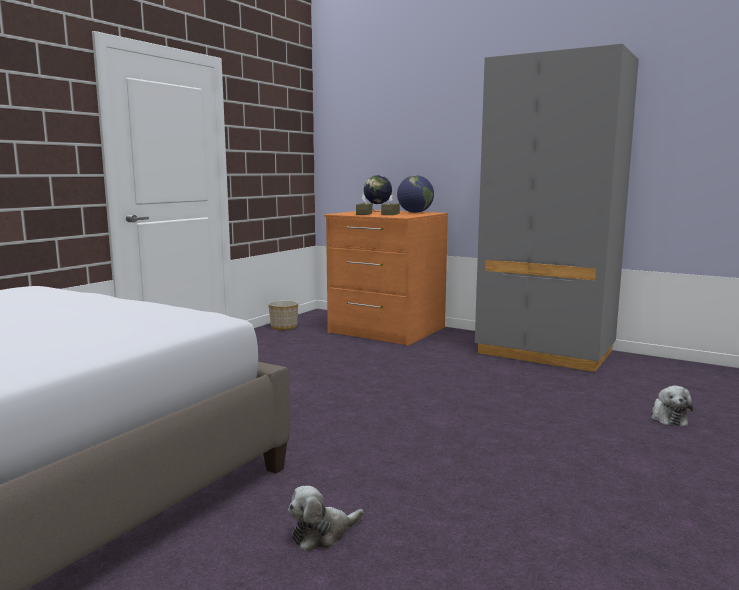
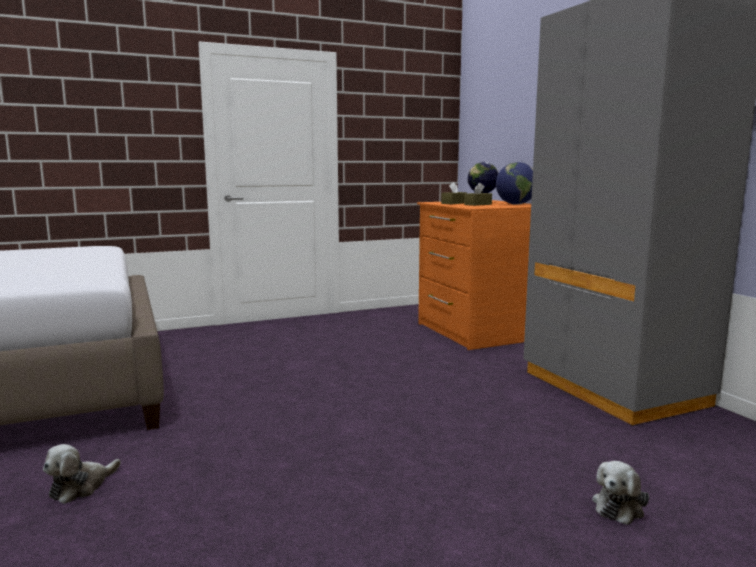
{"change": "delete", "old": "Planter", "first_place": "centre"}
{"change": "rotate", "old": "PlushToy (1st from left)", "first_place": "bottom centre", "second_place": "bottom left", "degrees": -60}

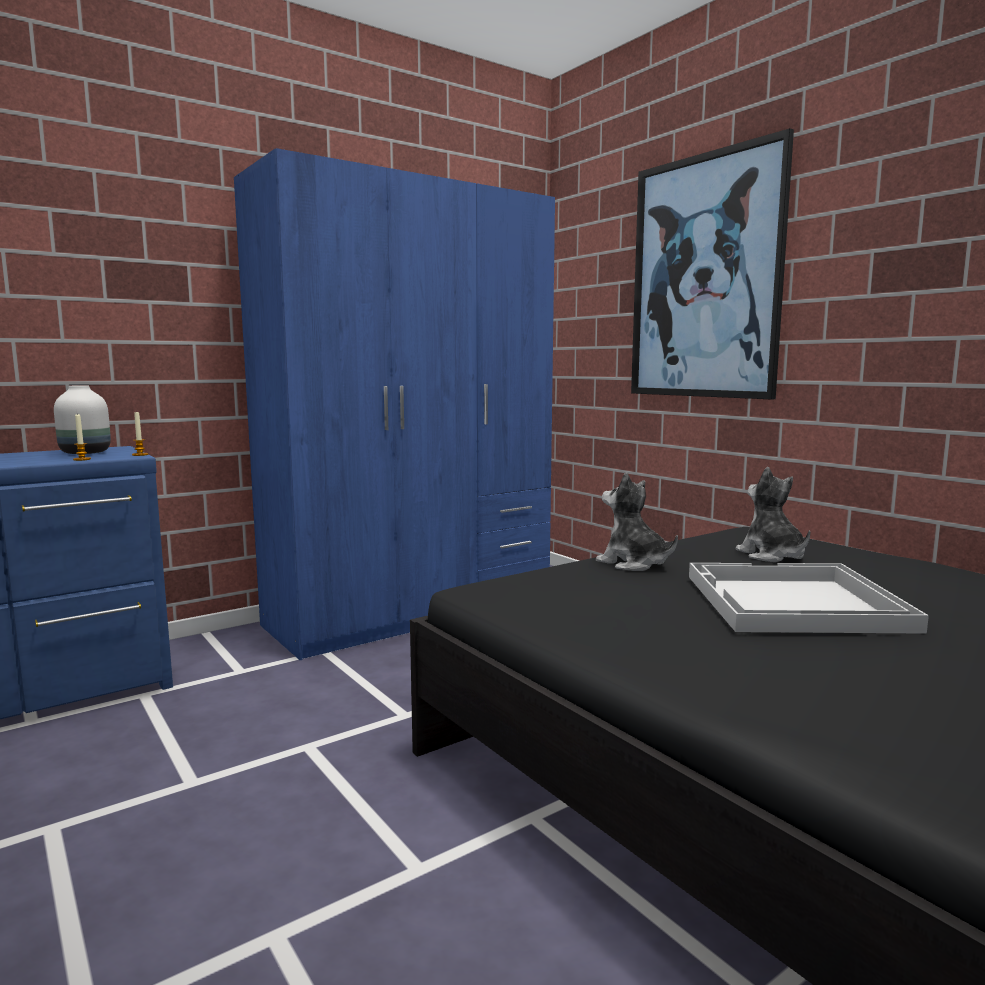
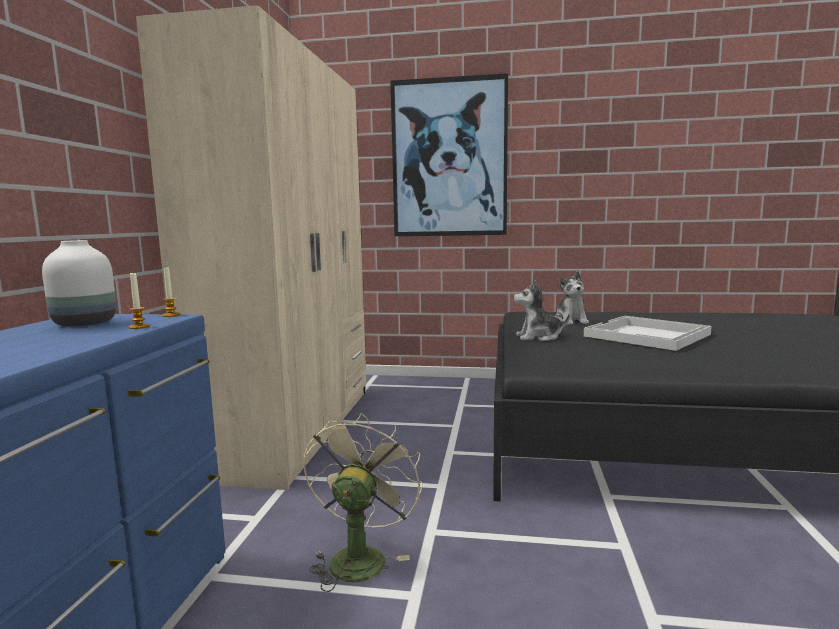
{"change": "recolor", "old": "BlueWardrobe", "new": "BeigeWardrobe", "first_place": "centre", "second_place": "middle left"}
{"change": "rotate", "old": "PlushToy (2nd from left)", "first_place": "middle right", "second_place": "middle right", "degrees": -120}
{"change": "insert", "new": "BeigeFan", "second_place": "bottom centre"}

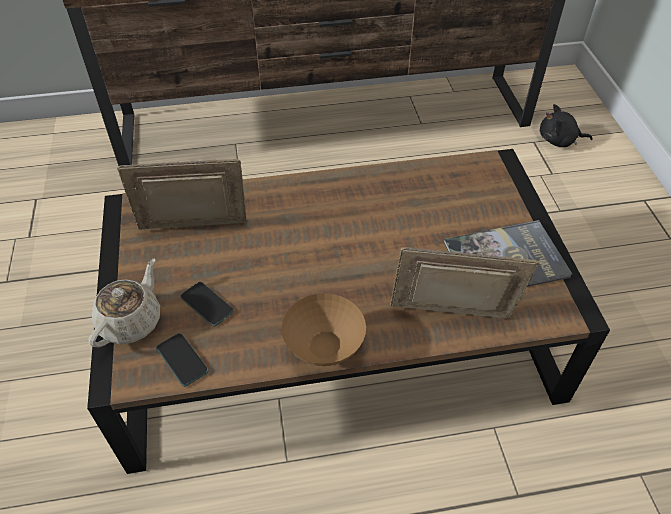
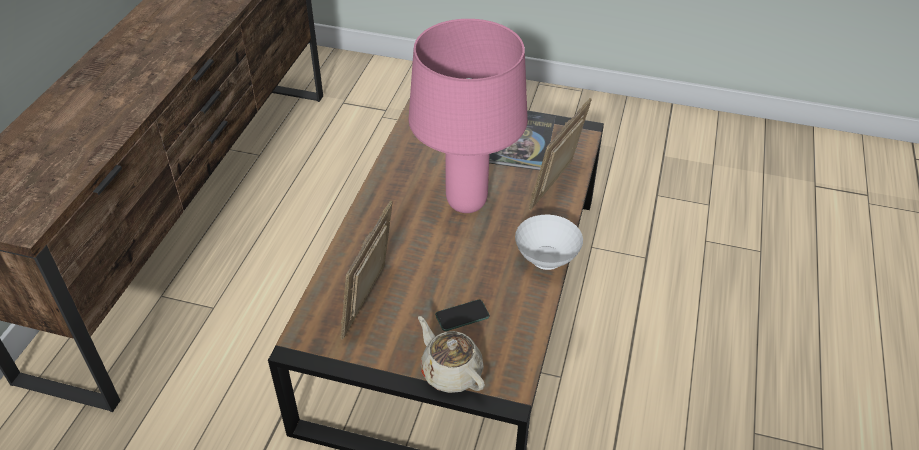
{"change": "delete", "old": "BlackPlushToy", "first_place": "top right"}
{"change": "recolor", "old": "BrownBowl", "new": "WhiteBowl", "first_place": "centre", "second_place": "centre"}
{"change": "delete", "old": "Phone (1st from left)", "first_place": "bottom left"}
{"change": "insert", "new": "PinkTableLamp", "second_place": "top centre"}

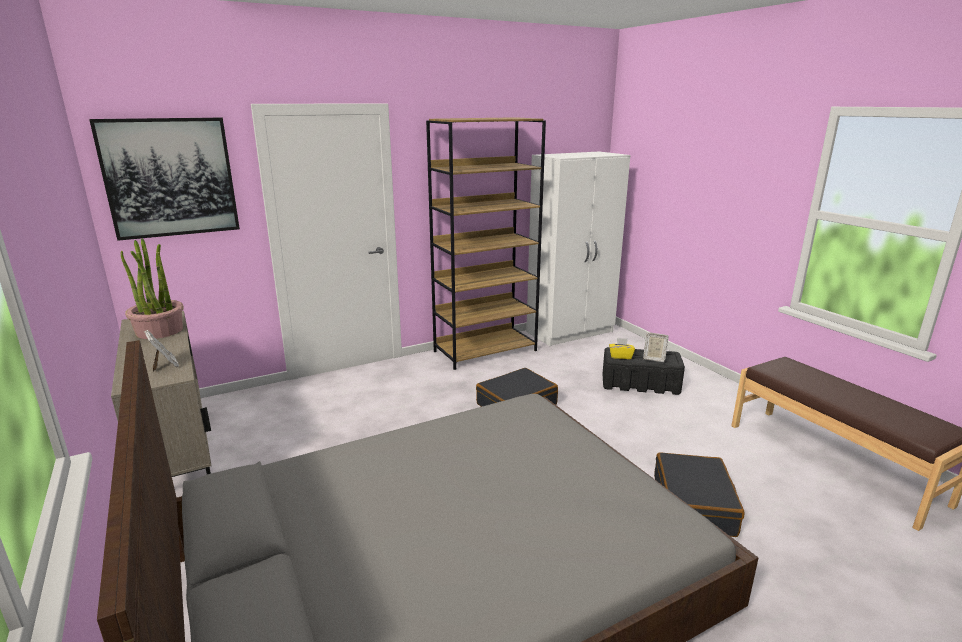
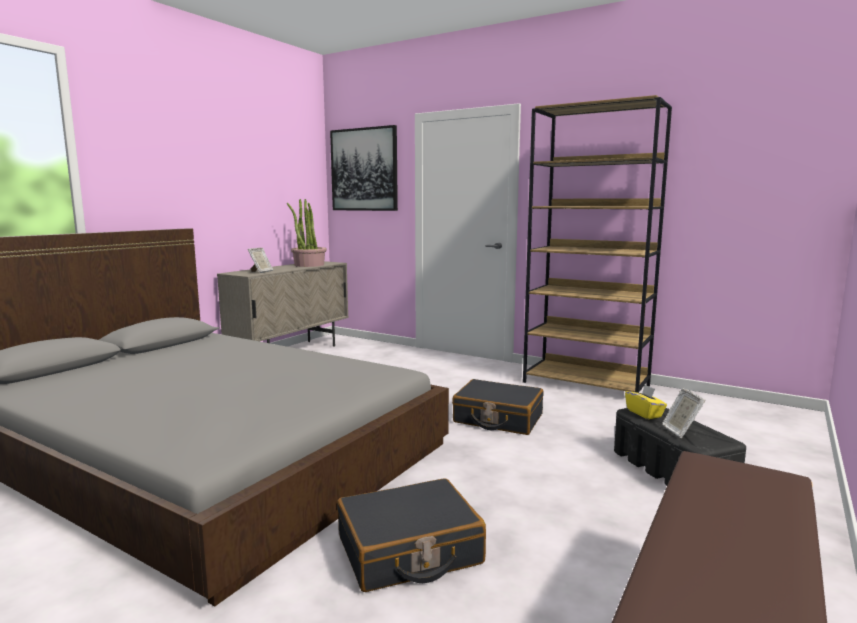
{"change": "delete", "old": "WhiteWardrobe", "first_place": "centre"}

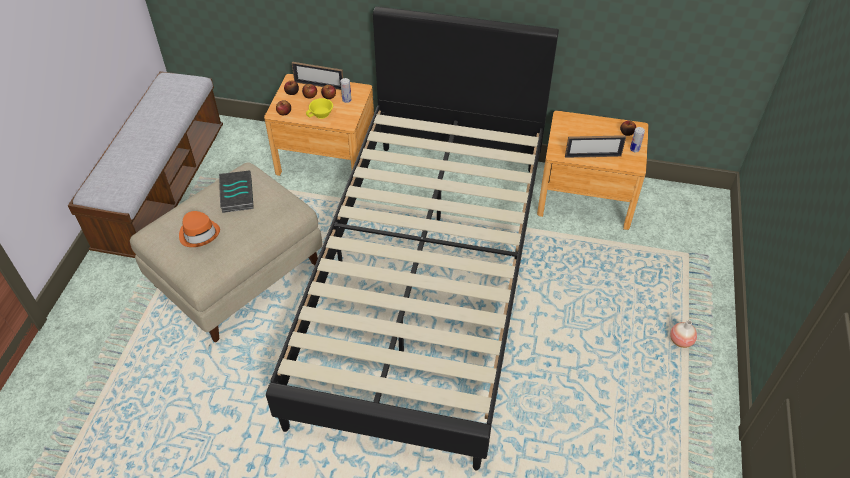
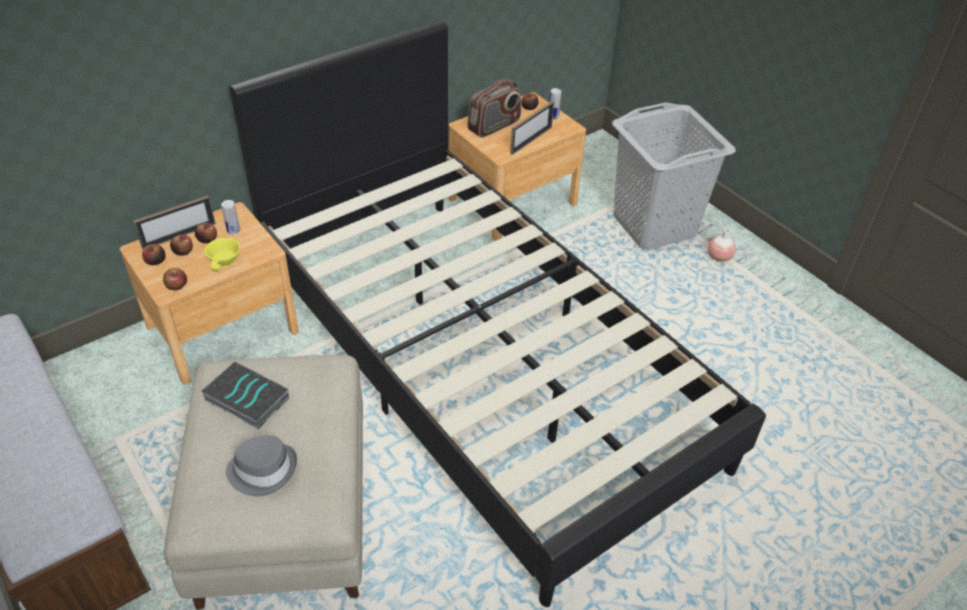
{"change": "recolor", "old": "OrangeHat", "new": "GreyHat", "first_place": "middle left", "second_place": "bottom left"}
{"change": "insert", "new": "Radio", "second_place": "top centre"}
{"change": "insert", "new": "GreyLaundryBasket", "second_place": "top right"}

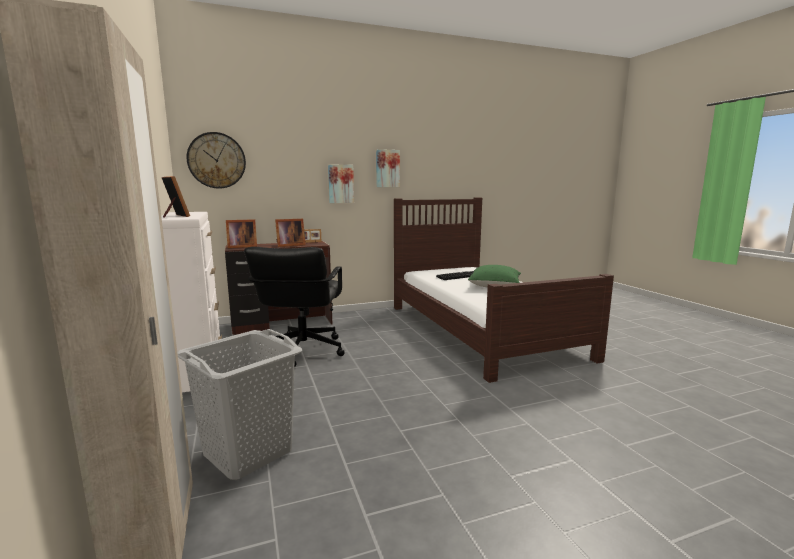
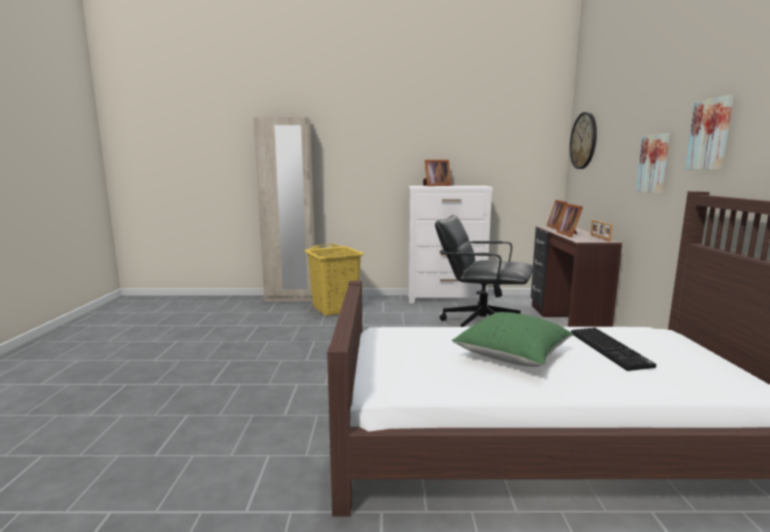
{"change": "recolor", "old": "GreyLaundryBasket", "new": "YellowLaundryBasket", "first_place": "bottom left", "second_place": "centre"}

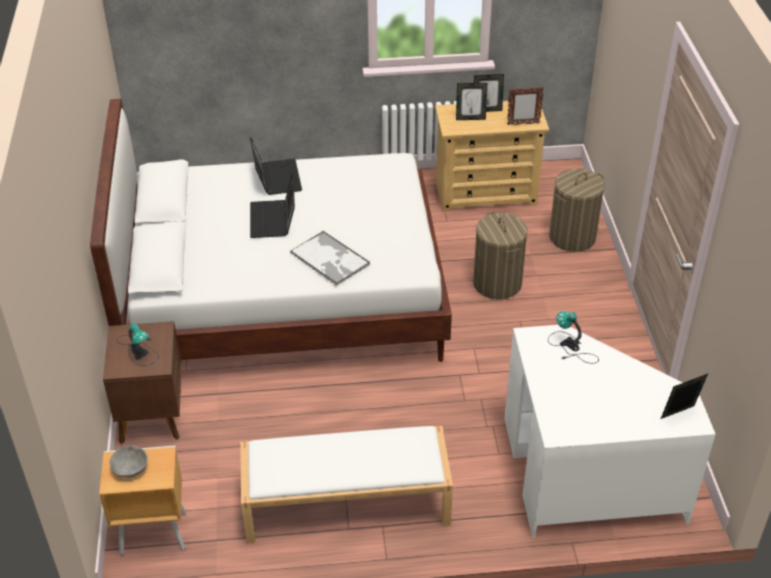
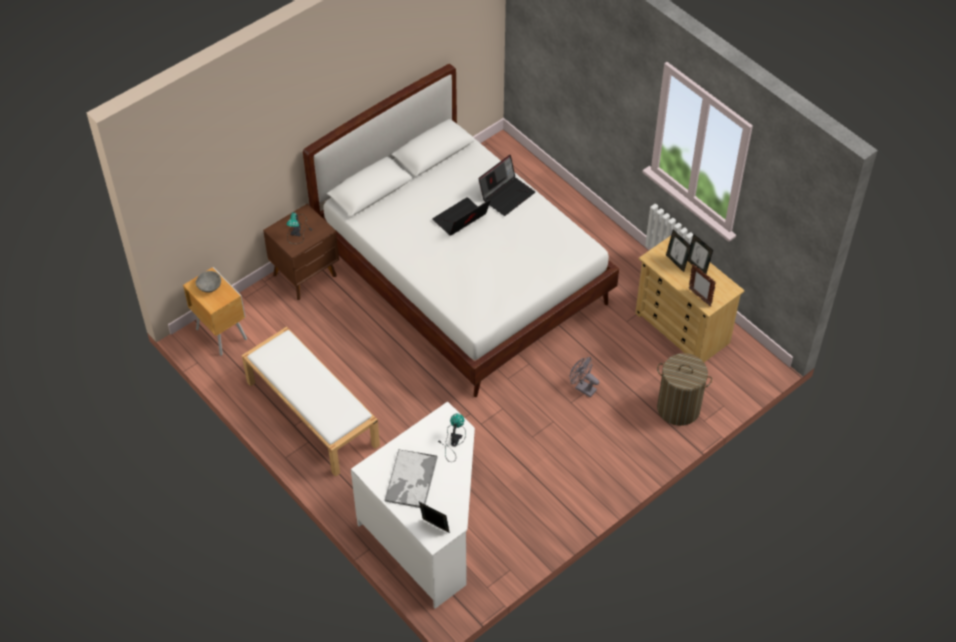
{"change": "replace", "old": "LaundryBasket (1st from left)", "new": "GreyFan", "first_place": "centre", "second_place": "centre"}
{"change": "move", "old": "Tray", "first_place": "centre", "second_place": "bottom centre"}

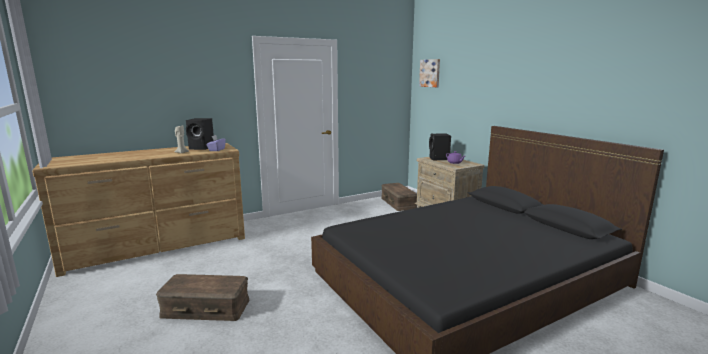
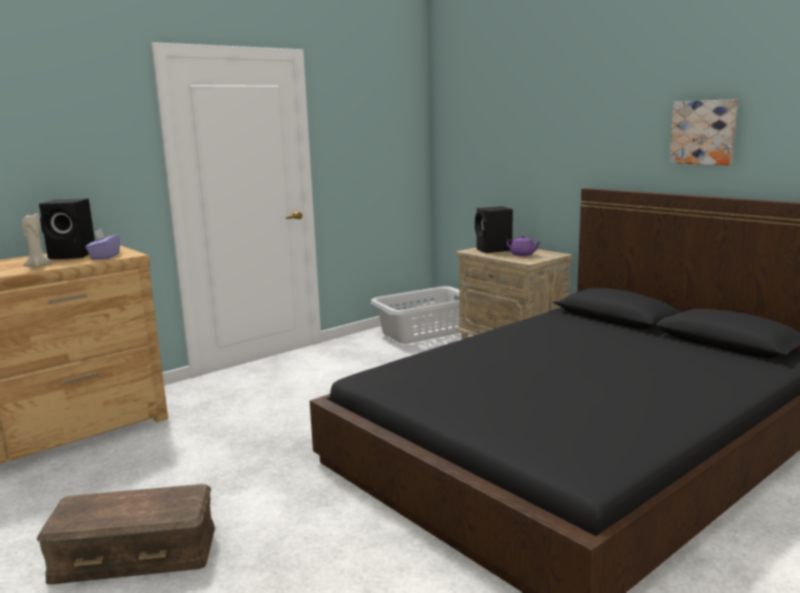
{"change": "move", "old": "Picture", "first_place": "top centre", "second_place": "top right"}
{"change": "replace", "old": "BrownStorageBox (2nd from left)", "new": "GreyLaundryBasket", "first_place": "centre", "second_place": "centre"}

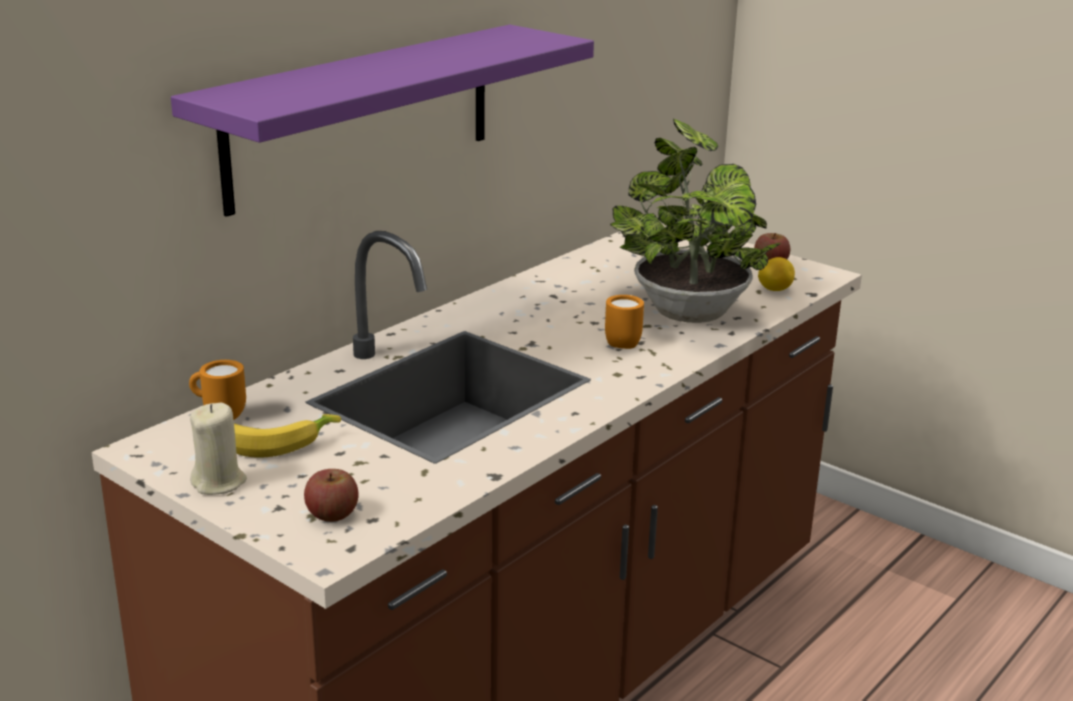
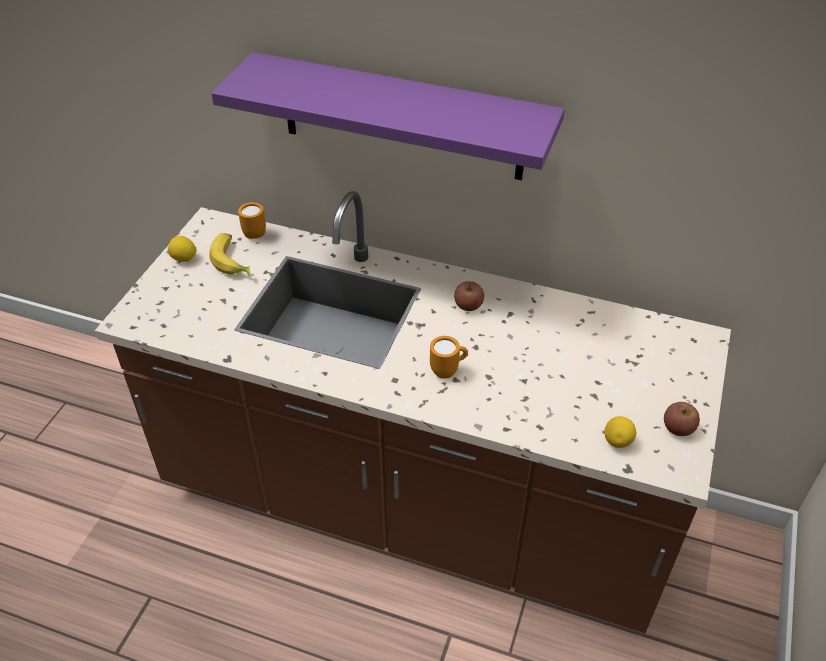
{"change": "delete", "old": "PottedPlant", "first_place": "top centre"}
{"change": "replace", "old": "BeigeCandle", "new": "Lemon (1st from left)", "first_place": "middle left", "second_place": "middle left"}
{"change": "move", "old": "Apple (1st from left)", "first_place": "bottom left", "second_place": "centre"}

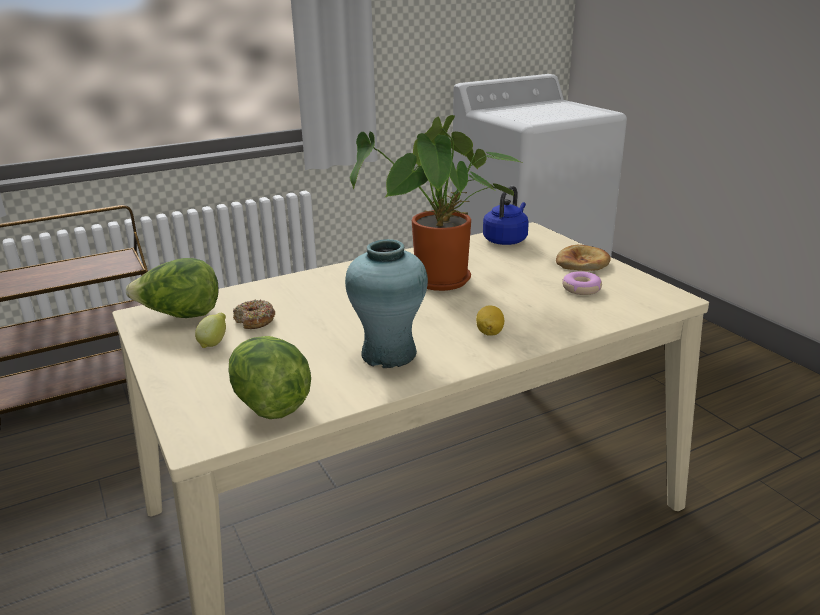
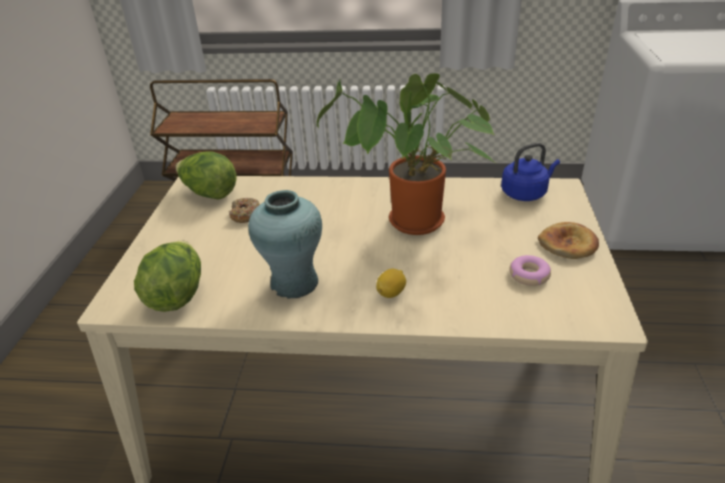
{"change": "delete", "old": "Lemon (1st from left)", "first_place": "middle left"}

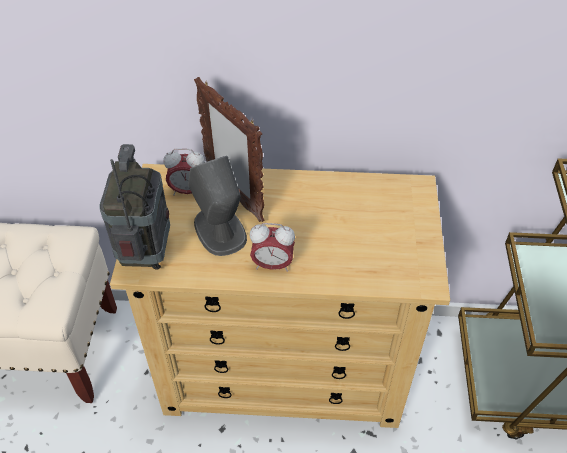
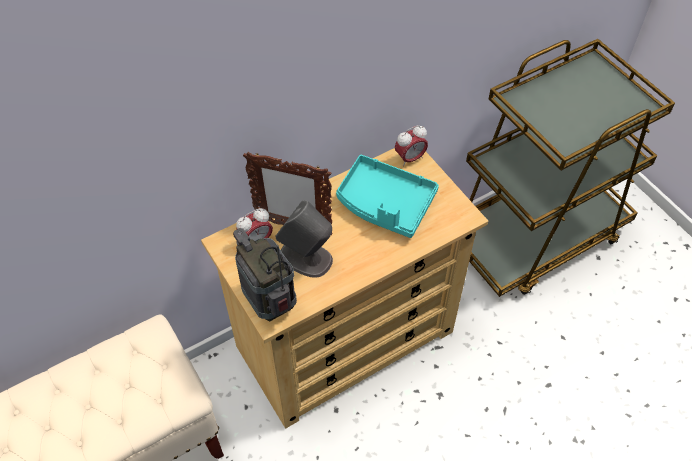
{"change": "move", "old": "AlarmClock (2nd from left)", "first_place": "centre", "second_place": "top centre"}
{"change": "insert", "new": "TurquoiseTray", "second_place": "centre"}

